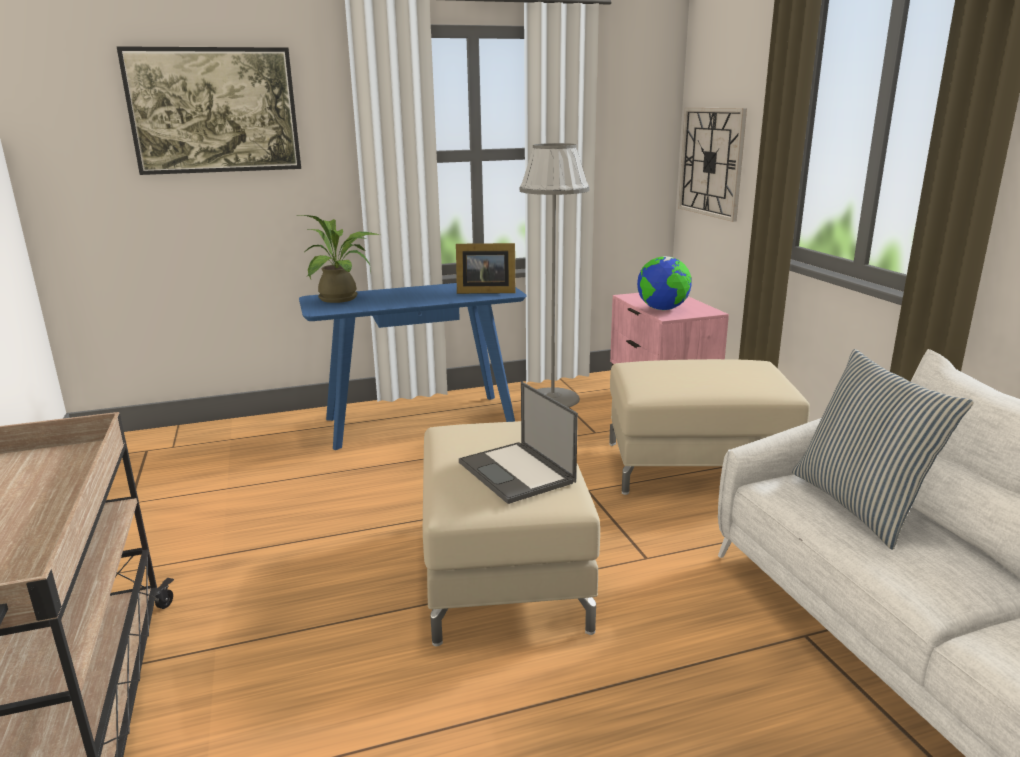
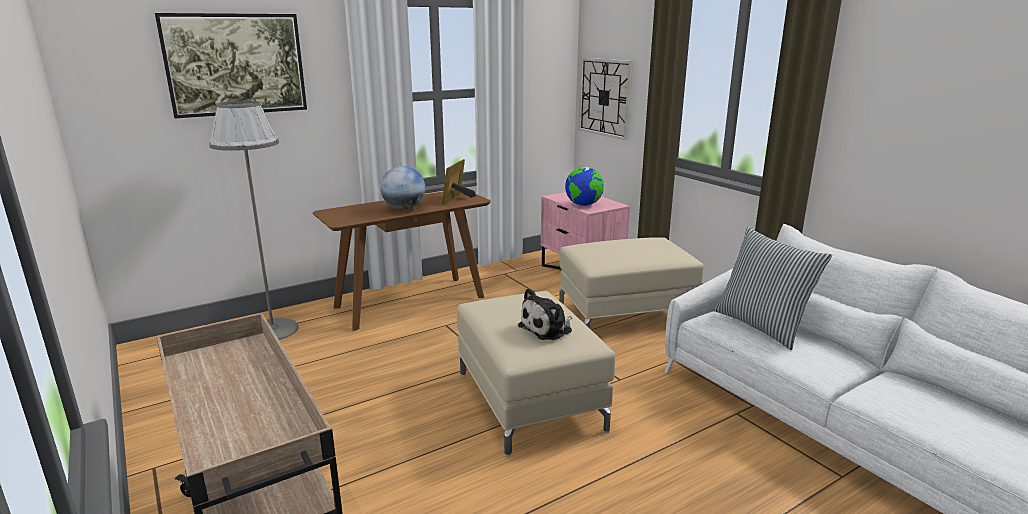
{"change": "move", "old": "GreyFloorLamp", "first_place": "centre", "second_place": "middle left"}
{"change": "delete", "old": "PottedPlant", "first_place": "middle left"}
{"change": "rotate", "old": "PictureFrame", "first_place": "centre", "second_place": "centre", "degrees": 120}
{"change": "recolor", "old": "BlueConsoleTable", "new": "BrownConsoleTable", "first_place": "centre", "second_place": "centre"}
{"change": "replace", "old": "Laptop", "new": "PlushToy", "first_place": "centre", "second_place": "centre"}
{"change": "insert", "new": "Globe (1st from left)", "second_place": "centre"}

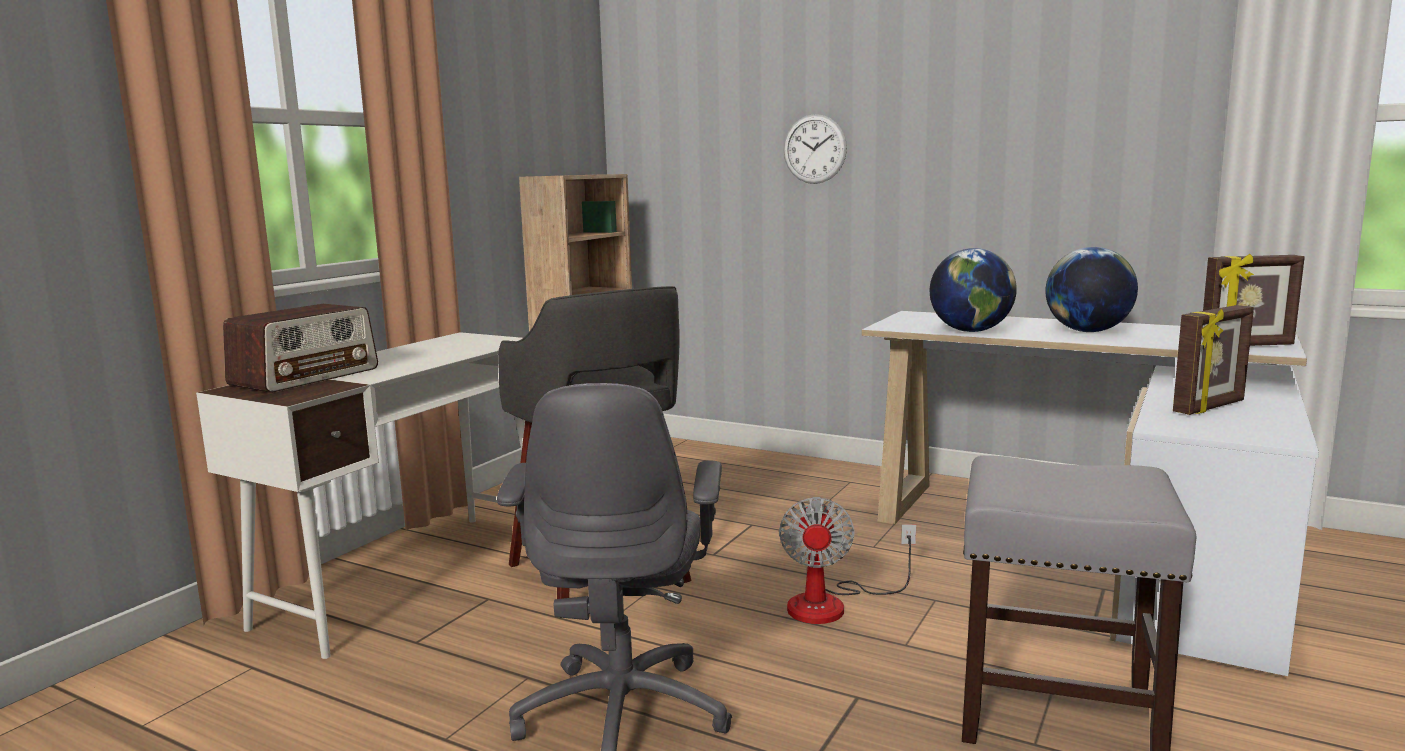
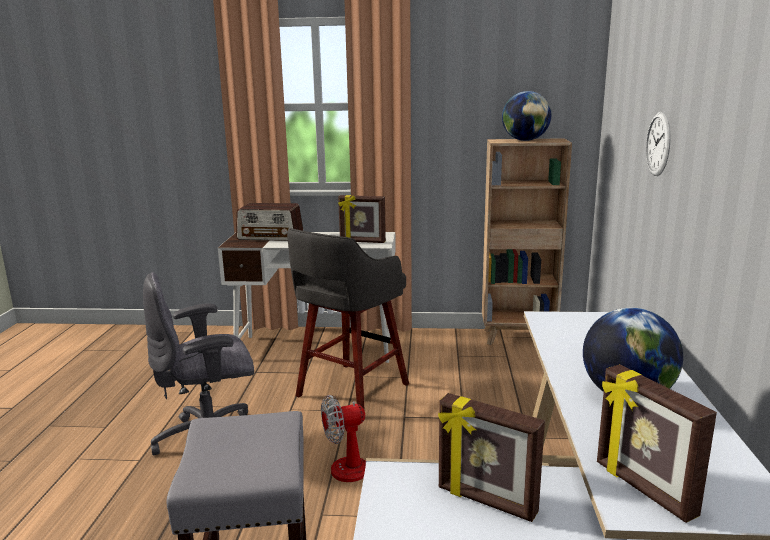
{"change": "move", "old": "Globe (1st from left)", "first_place": "middle right", "second_place": "top right"}
{"change": "insert", "new": "PictureFrame (1st from left)", "second_place": "centre"}

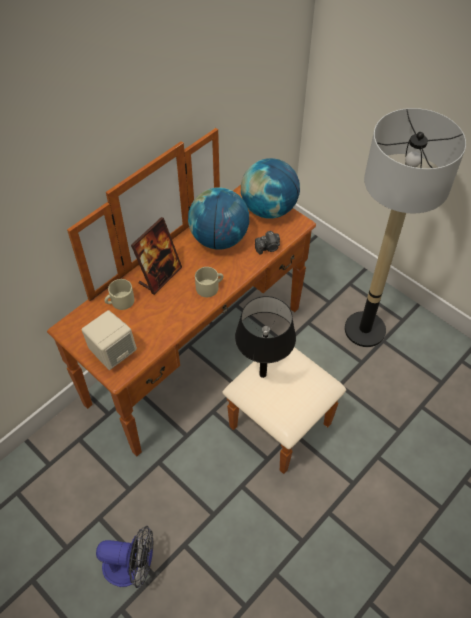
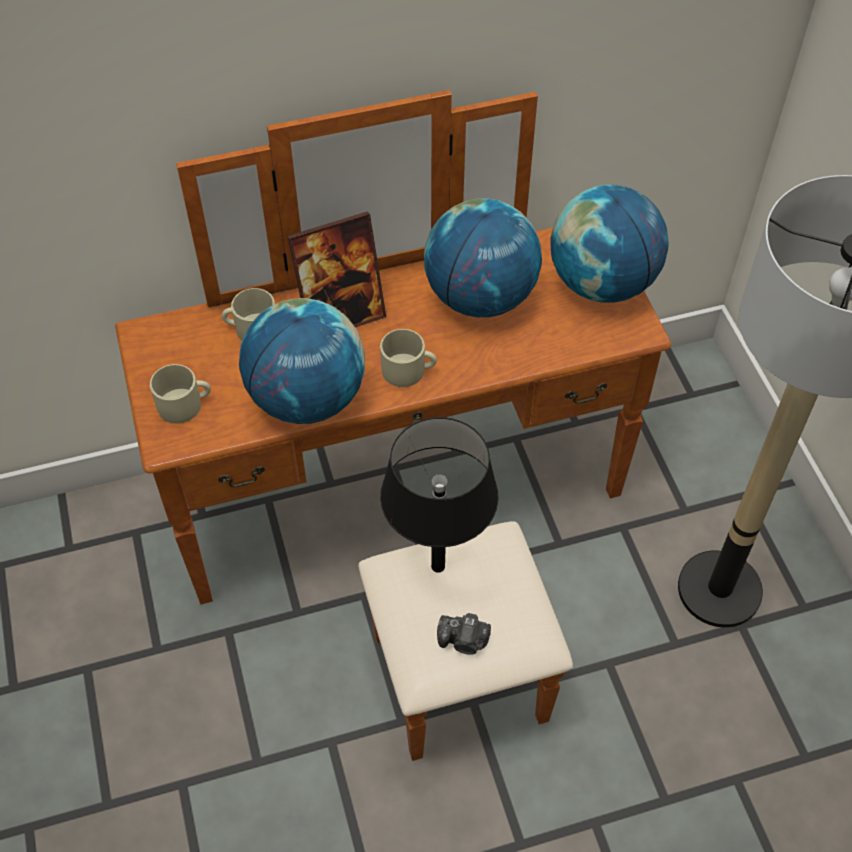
{"change": "move", "old": "PhotoCamera", "first_place": "centre", "second_place": "bottom centre"}
{"change": "replace", "old": "BeigeSpeaker", "new": "BeigeMug (1st from left)", "first_place": "middle left", "second_place": "middle left"}
{"change": "delete", "old": "Fan", "first_place": "bottom left"}
{"change": "insert", "new": "Globe (1st from left)", "second_place": "centre"}

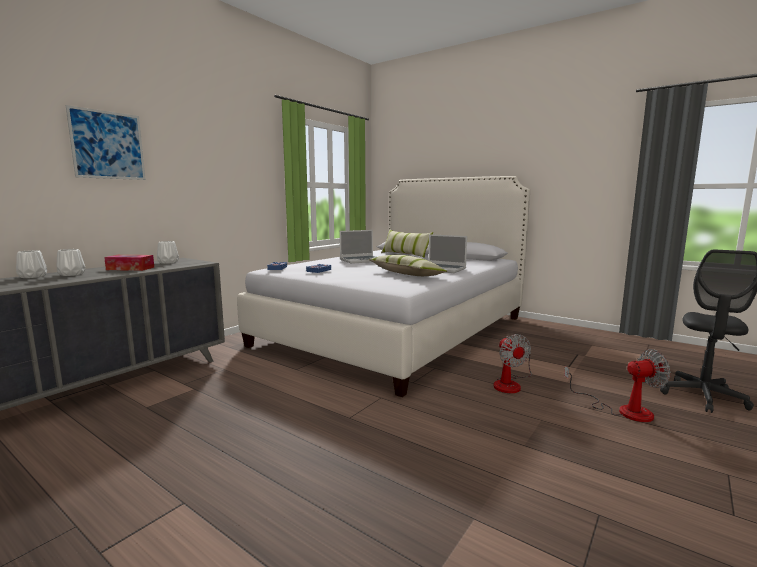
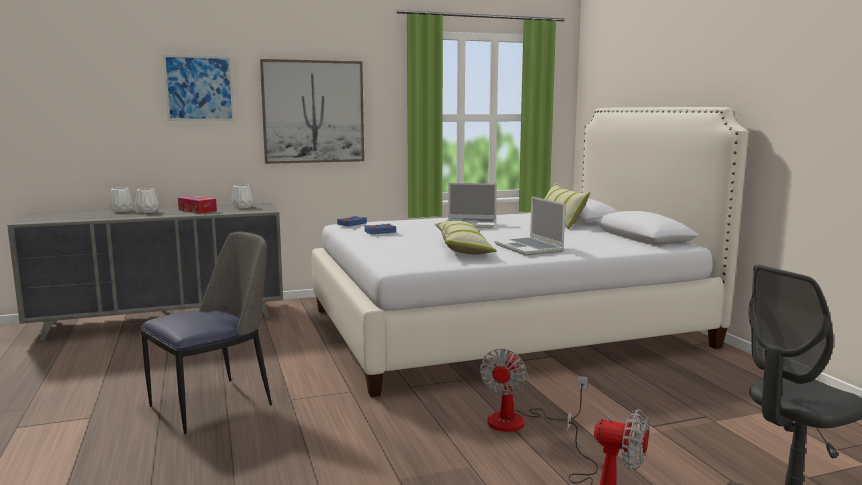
{"change": "insert", "new": "Picture (2nd from left)", "second_place": "top centre"}
{"change": "insert", "new": "Chair", "second_place": "bottom left"}

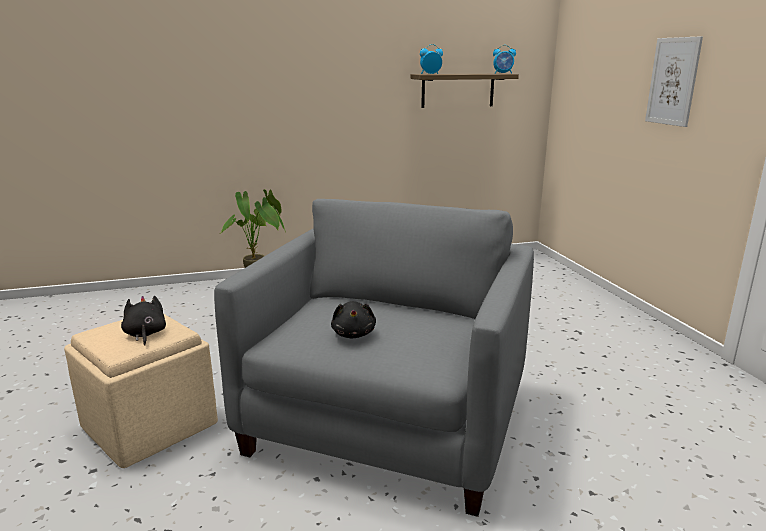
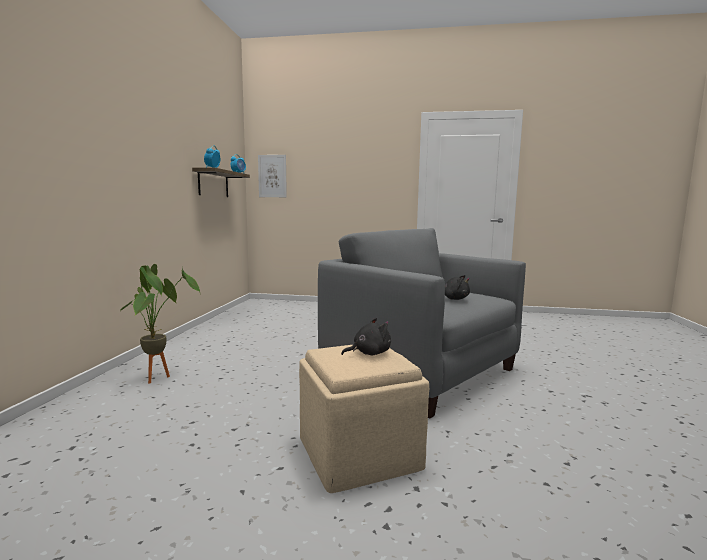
{"change": "move", "old": "Picture", "first_place": "top right", "second_place": "top centre"}
{"change": "rotate", "old": "BlackPlushToy (1st from left)", "first_place": "middle left", "second_place": "centre", "degrees": 150}

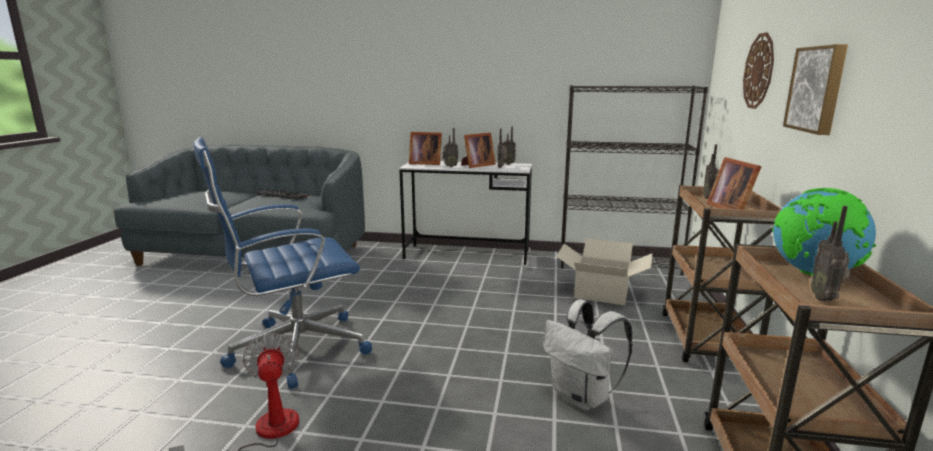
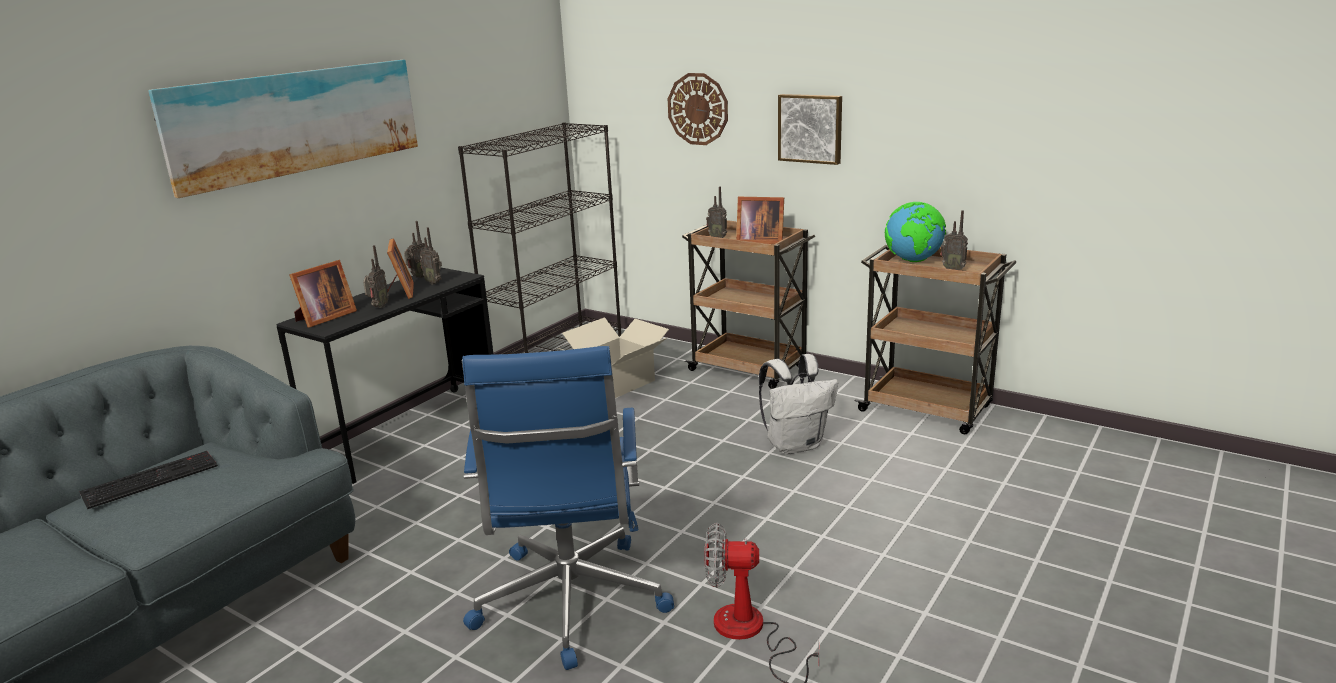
{"change": "recolor", "old": "WhiteDesk", "new": "BlackDesk", "first_place": "centre", "second_place": "middle left"}
{"change": "insert", "new": "Picture (1st from left)", "second_place": "top left"}

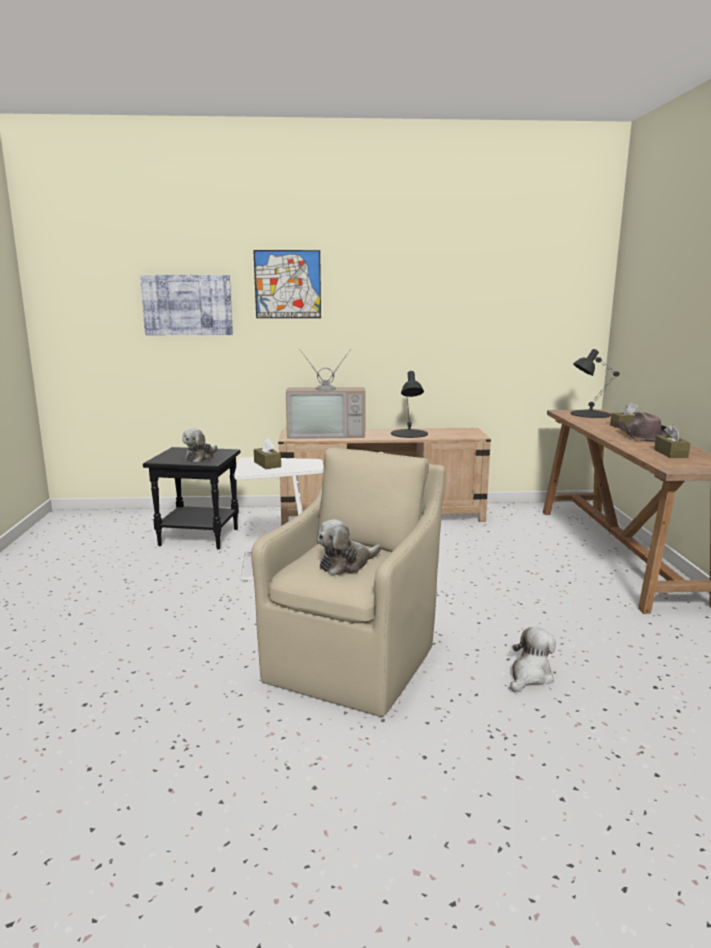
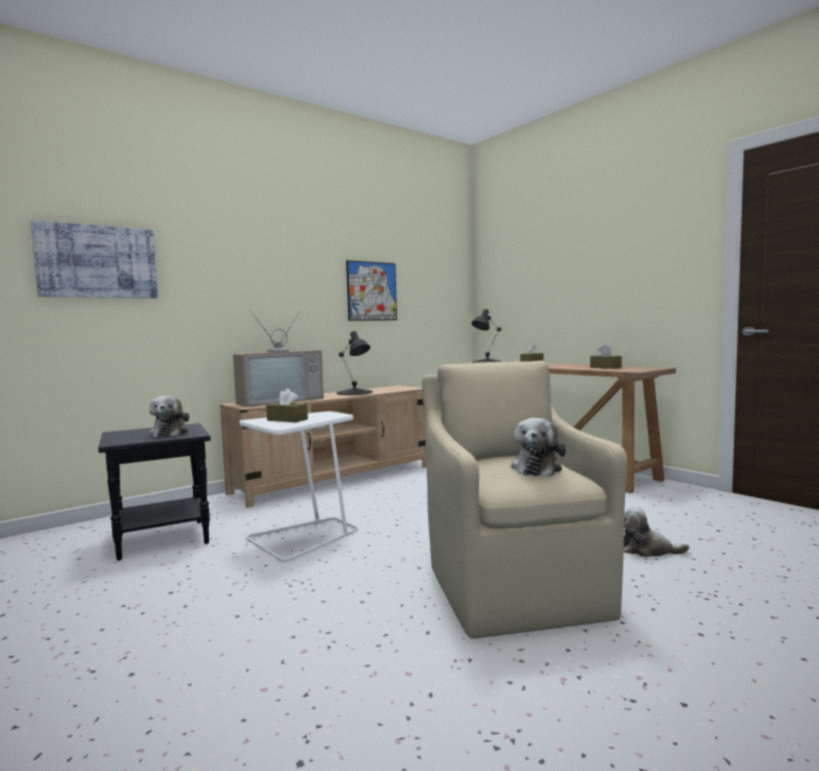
{"change": "move", "old": "Picture (2nd from left)", "first_place": "top centre", "second_place": "centre"}
{"change": "delete", "old": "BrownHat", "first_place": "middle right"}
{"change": "rotate", "old": "PlushToy (3rd from left)", "first_place": "bottom right", "second_place": "bottom right", "degrees": -75}

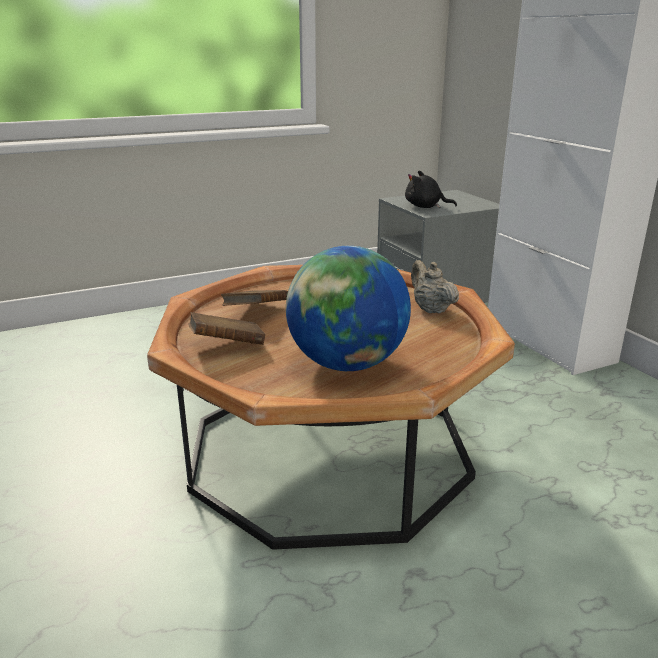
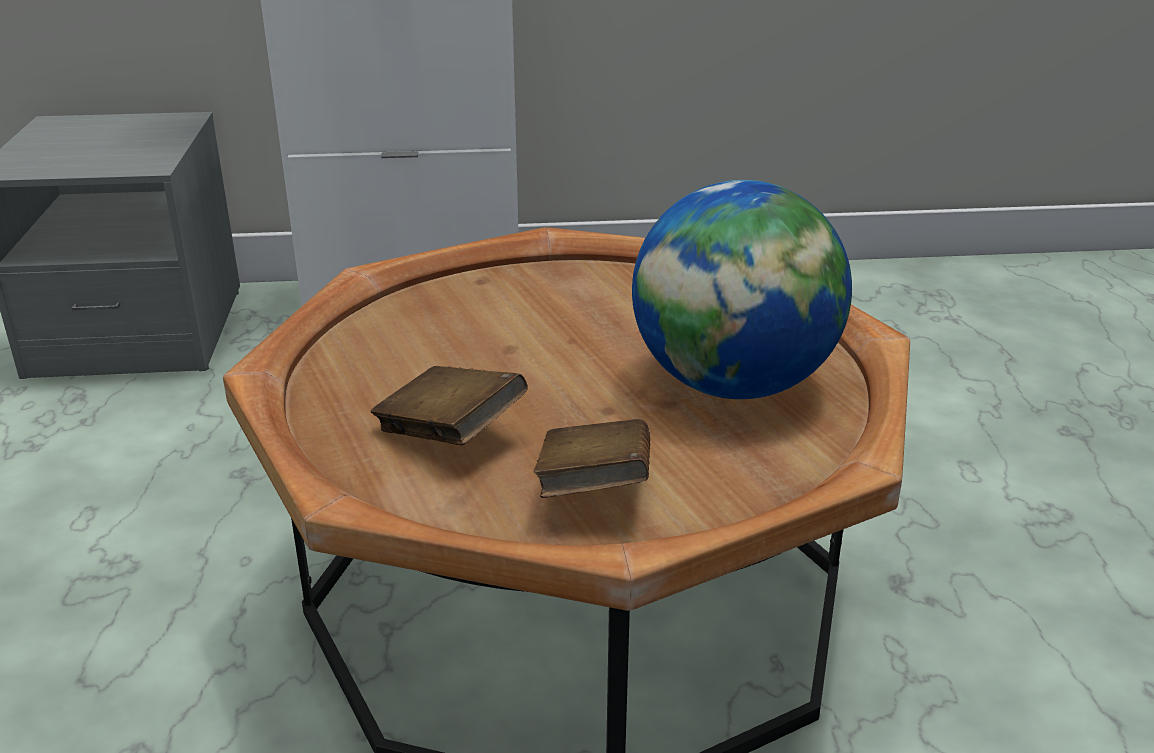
{"change": "delete", "old": "BlackPlushToy", "first_place": "top centre"}
{"change": "delete", "old": "BeigeTeapot", "first_place": "centre"}

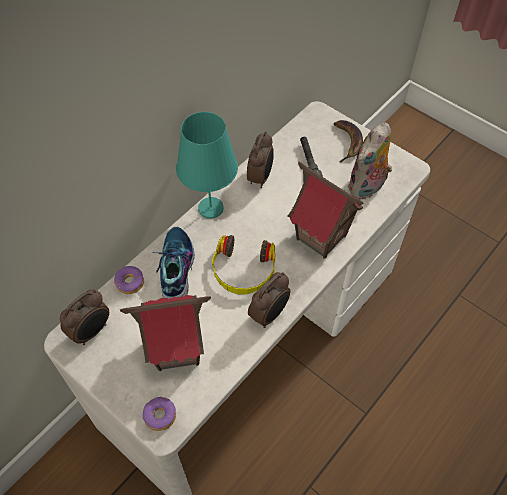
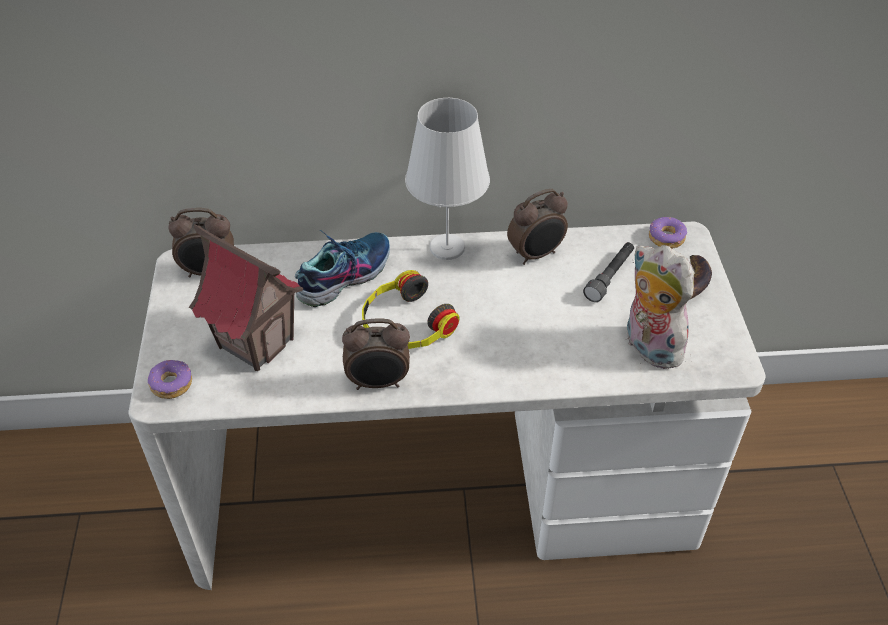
{"change": "recolor", "old": "TurquoiseTableLamp", "new": "WhiteTableLamp", "first_place": "centre", "second_place": "top centre"}
{"change": "rotate", "old": "PlushToy", "first_place": "top right", "second_place": "middle right", "degrees": 60}
{"change": "delete", "old": "ToyHouse (2nd from left)", "first_place": "centre"}
{"change": "move", "old": "Donut (1st from left in the first image)", "new": "Donut (2nd from left)", "first_place": "middle left", "second_place": "middle right"}

